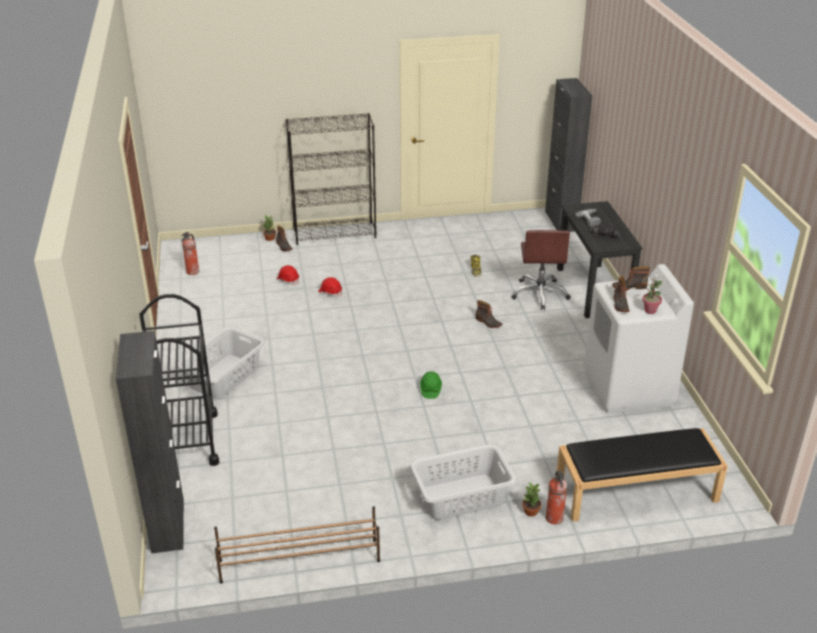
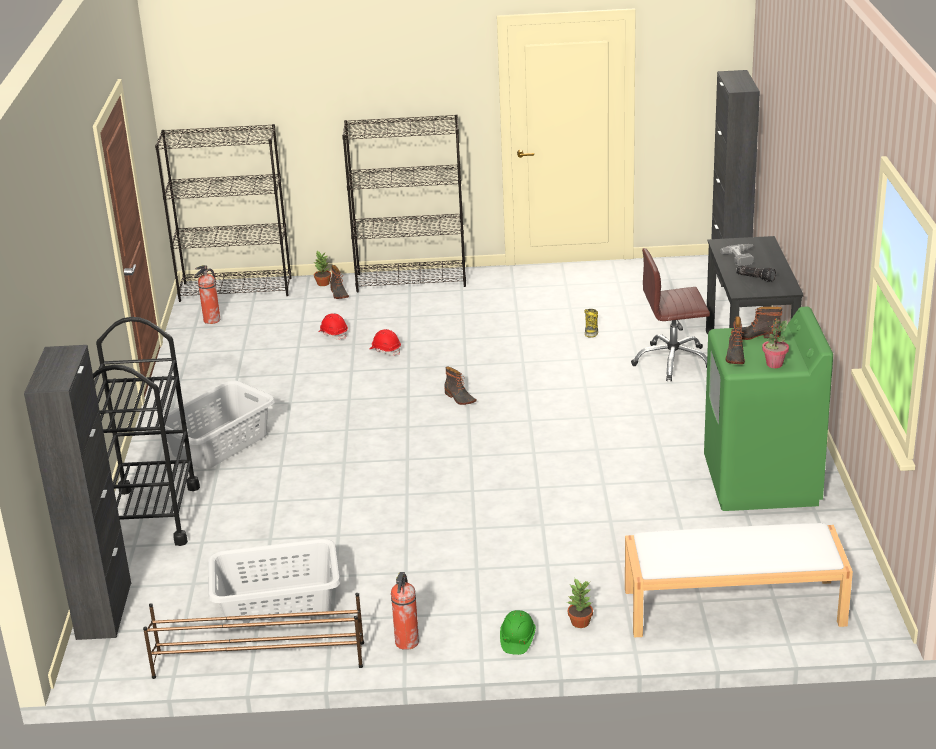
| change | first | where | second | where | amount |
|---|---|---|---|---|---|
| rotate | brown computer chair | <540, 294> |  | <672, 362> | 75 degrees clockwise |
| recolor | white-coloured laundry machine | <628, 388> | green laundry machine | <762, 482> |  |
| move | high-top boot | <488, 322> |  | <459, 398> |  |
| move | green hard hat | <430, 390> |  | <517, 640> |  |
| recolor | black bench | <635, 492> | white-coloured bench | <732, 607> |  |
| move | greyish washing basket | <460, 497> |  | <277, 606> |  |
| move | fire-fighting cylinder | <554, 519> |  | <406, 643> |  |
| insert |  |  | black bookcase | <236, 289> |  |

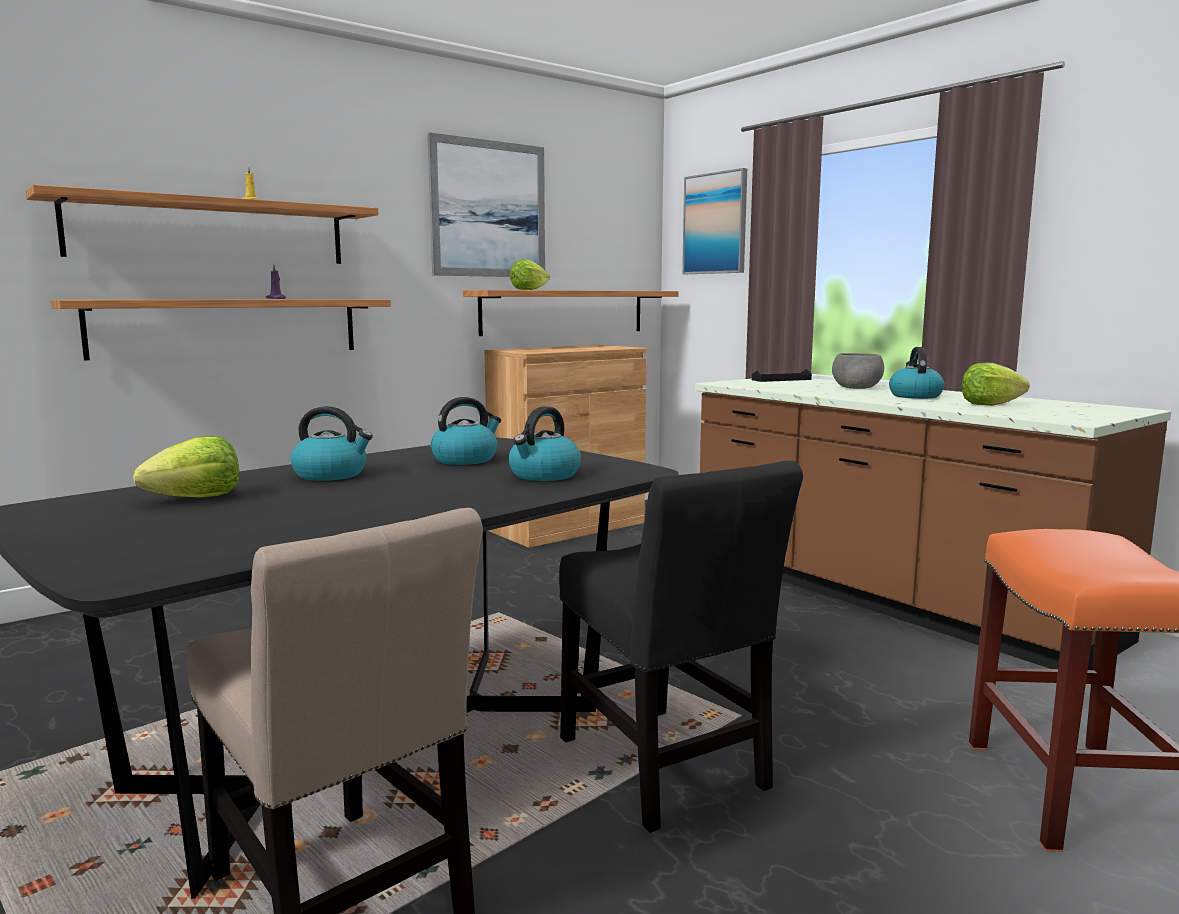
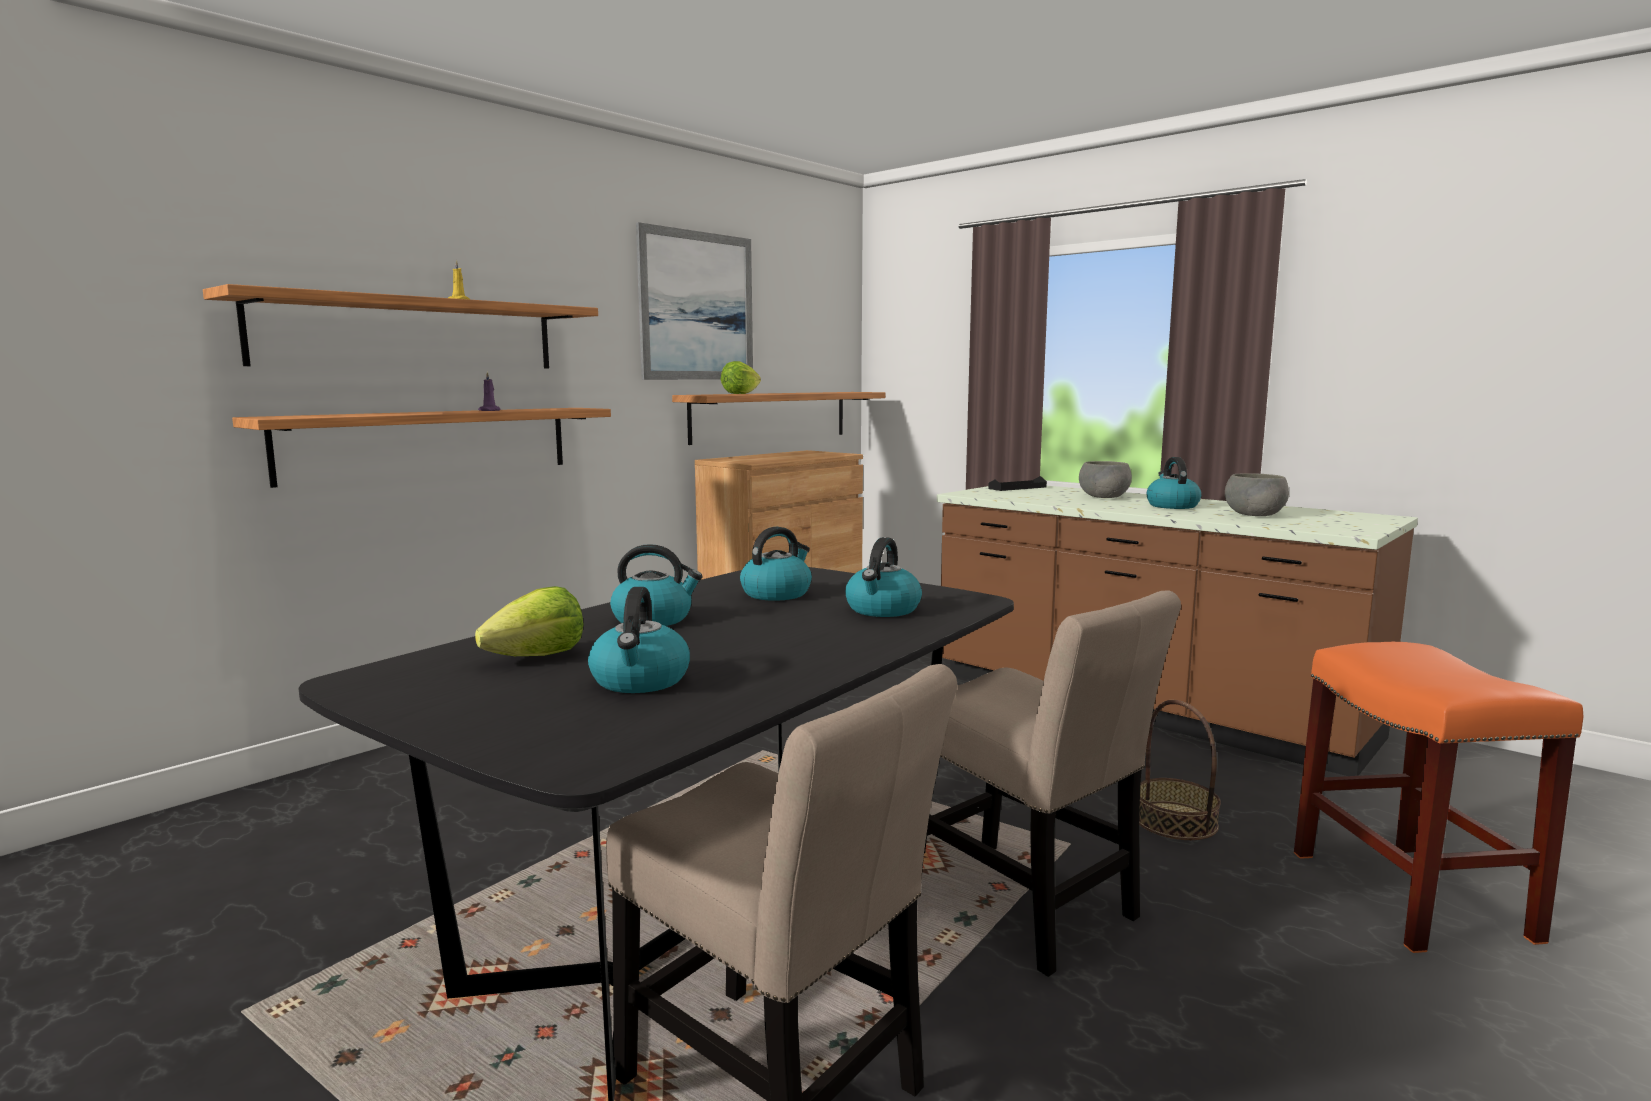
| change | first | where | second | where | amount |
|---|---|---|---|---|---|
| delete | wall picture | <715, 223> |  |  |  |
| replace | lettuce | <990, 404> | greyish deep dish | <1253, 514> |  |
| recolor | black upright chair | <665, 769> | beige upright chair | <1027, 908> |  |
| insert |  |  | water kettle | <640, 681> |  |
| insert |  |  | storage basket | <1175, 821> |  |

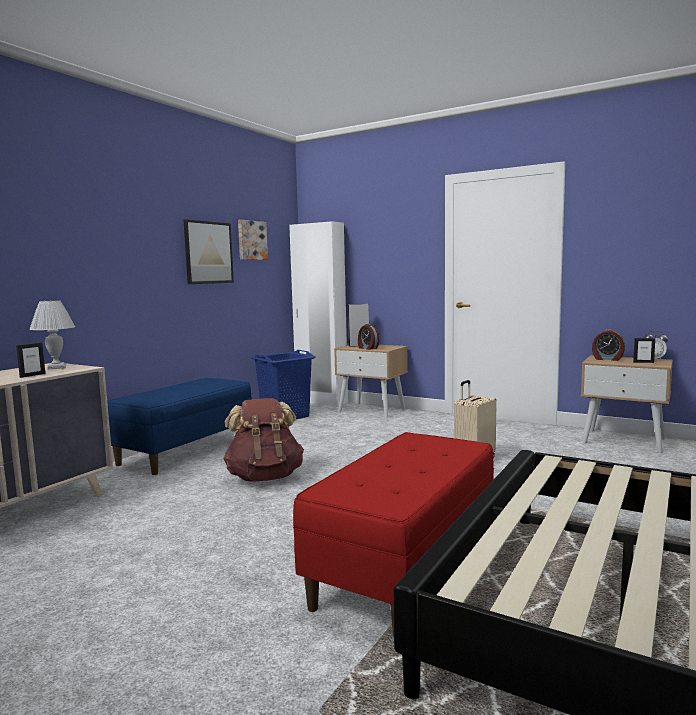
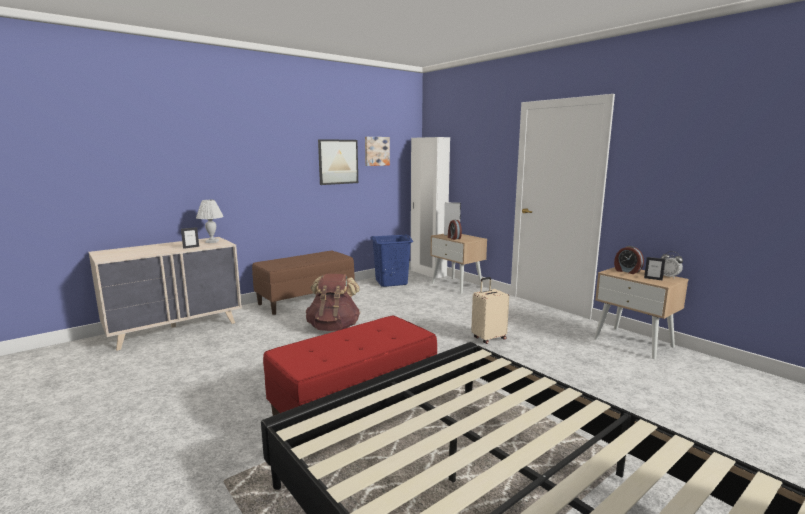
| change | first | where | second | where | amount |
|---|---|---|---|---|---|
| recolor | blue bench | <186, 450> | brown bench | <306, 300> |  |

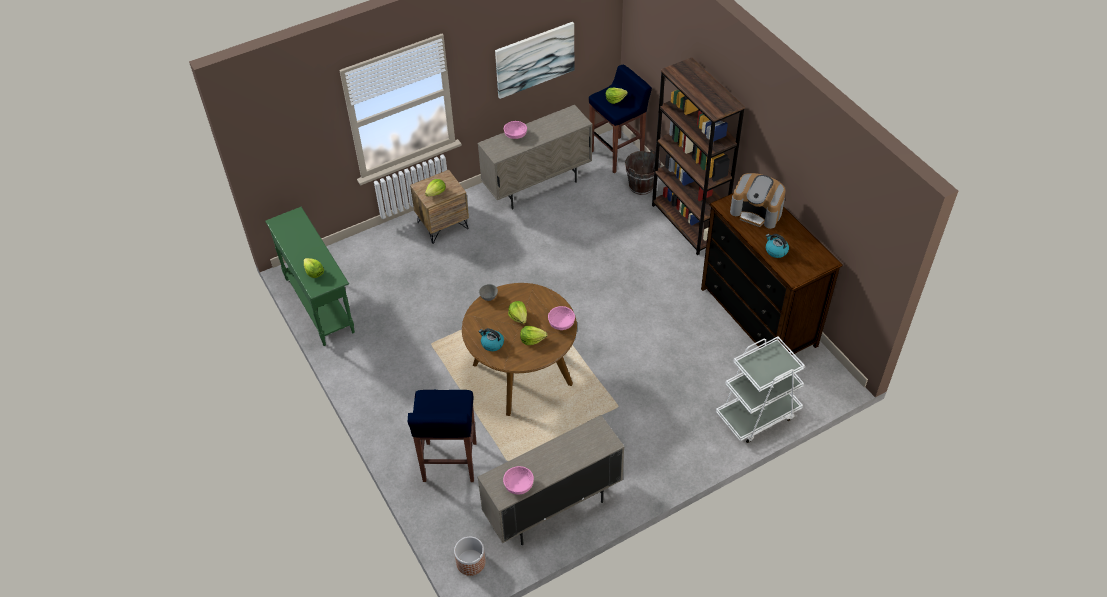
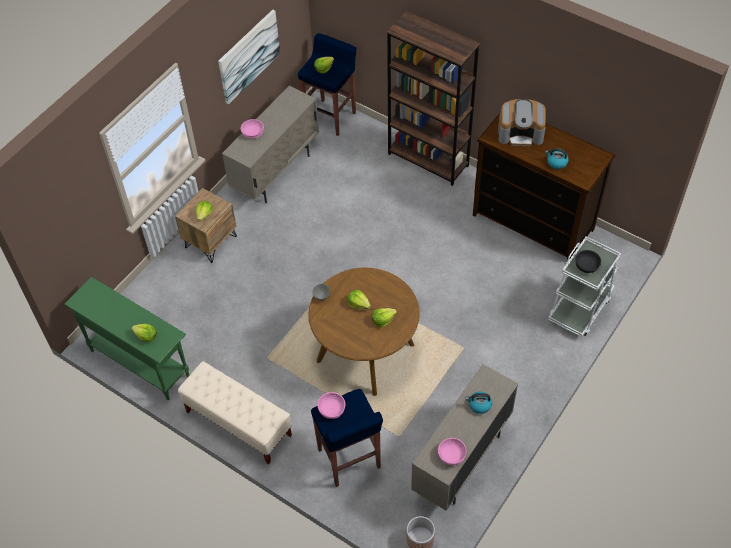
| change | first | where | second | where | amount |
|---|---|---|---|---|---|
| delete | brown pail | <641, 186> |  |  |  |
| move | pink-coloured deep dish | <561, 323> |  | <331, 409> |  |
| move | water kettle | <492, 344> |  | <479, 405> |  |
| insert |  |  | black deep dish | <586, 266> |  |
| insert |  |  | beige bench | <238, 424> |  |

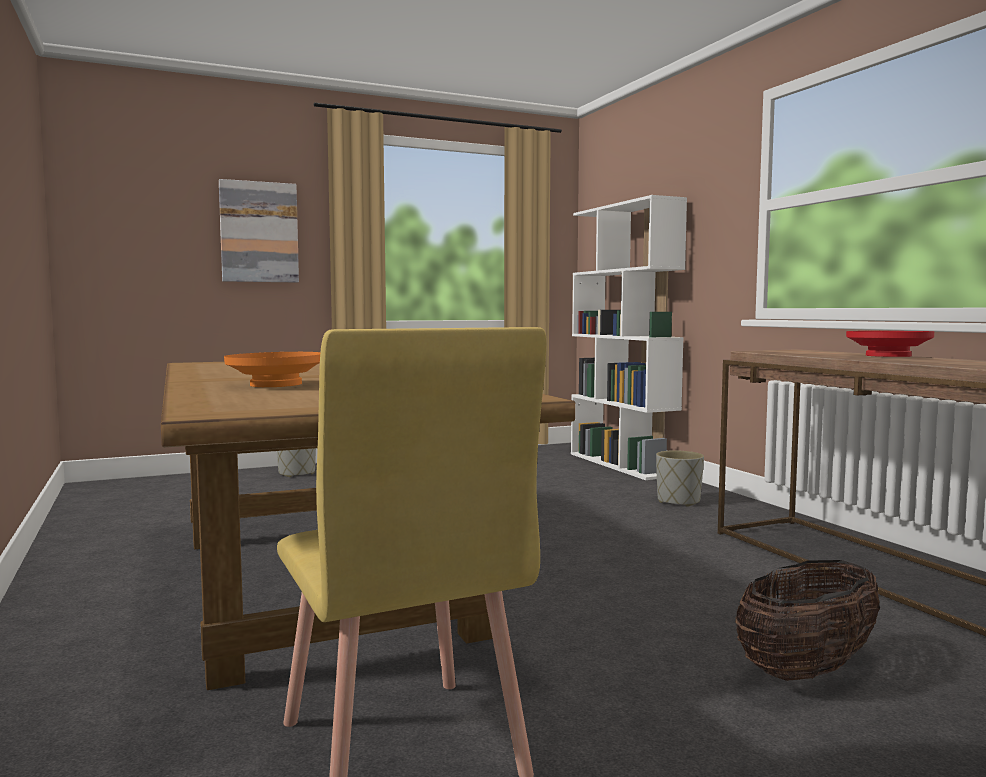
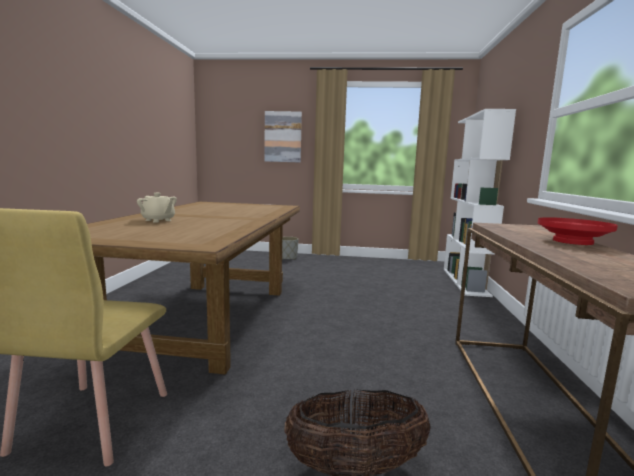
| change | first | where | second | where | amount |
|---|---|---|---|---|---|
| replace | orange-coloured deep dish | <275, 385> | beige teapot | <158, 220> |  |
| delete | greyish planter | <679, 501> |  |  |  |

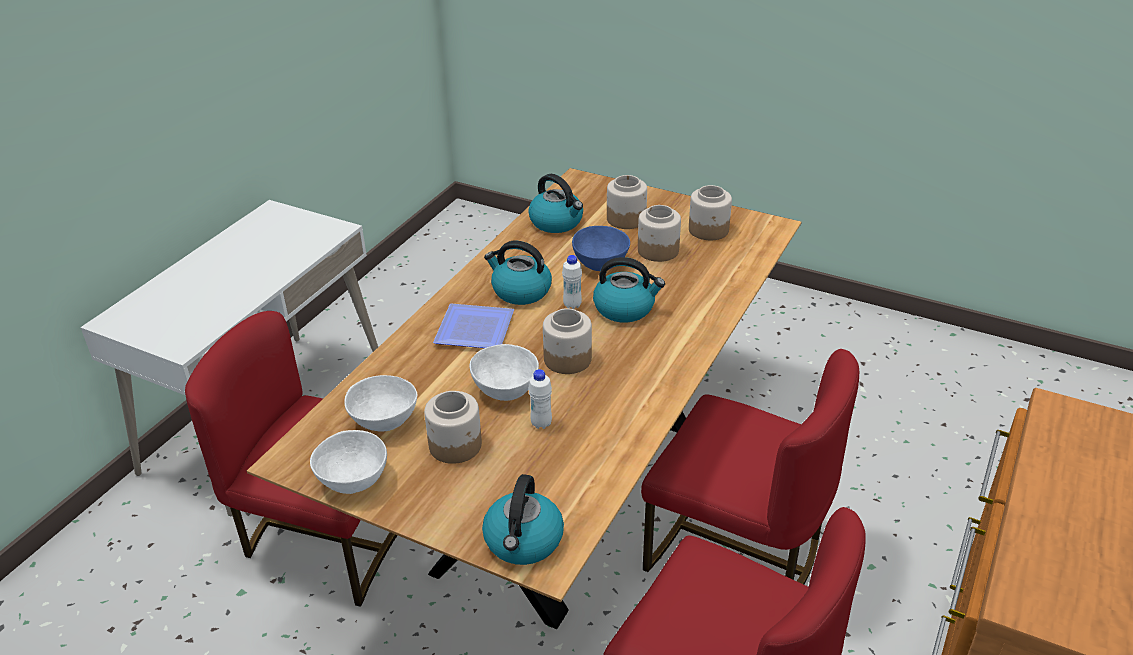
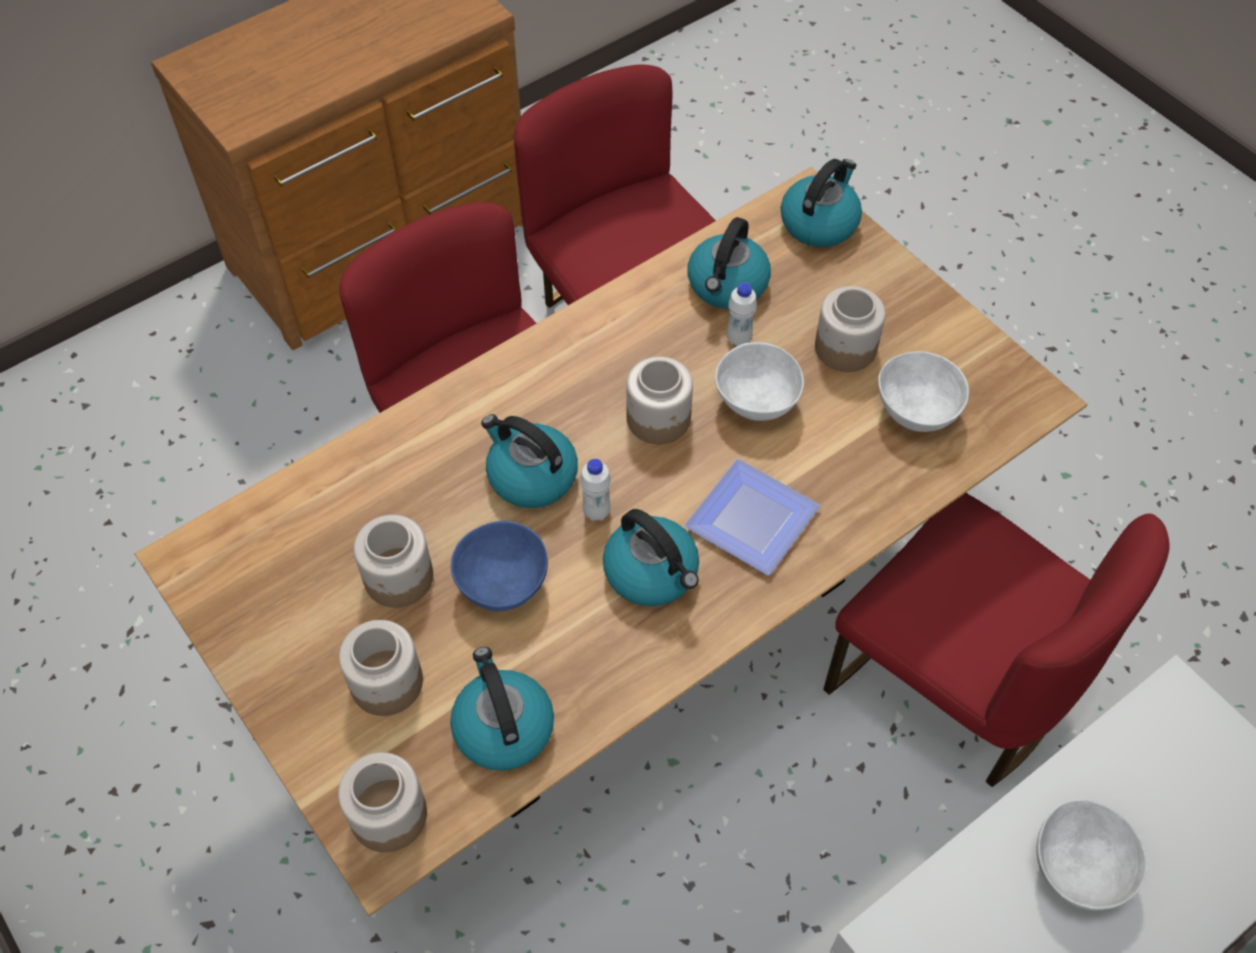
| change | first | where | second | where | amount |
|---|---|---|---|---|---|
| move | preserve jar | <709, 230> |  | <388, 814> |  |
| move | white-coloured deep dish | <353, 482> |  | <1079, 867> |  |
| insert |  |  | water kettle | <727, 285> |  |

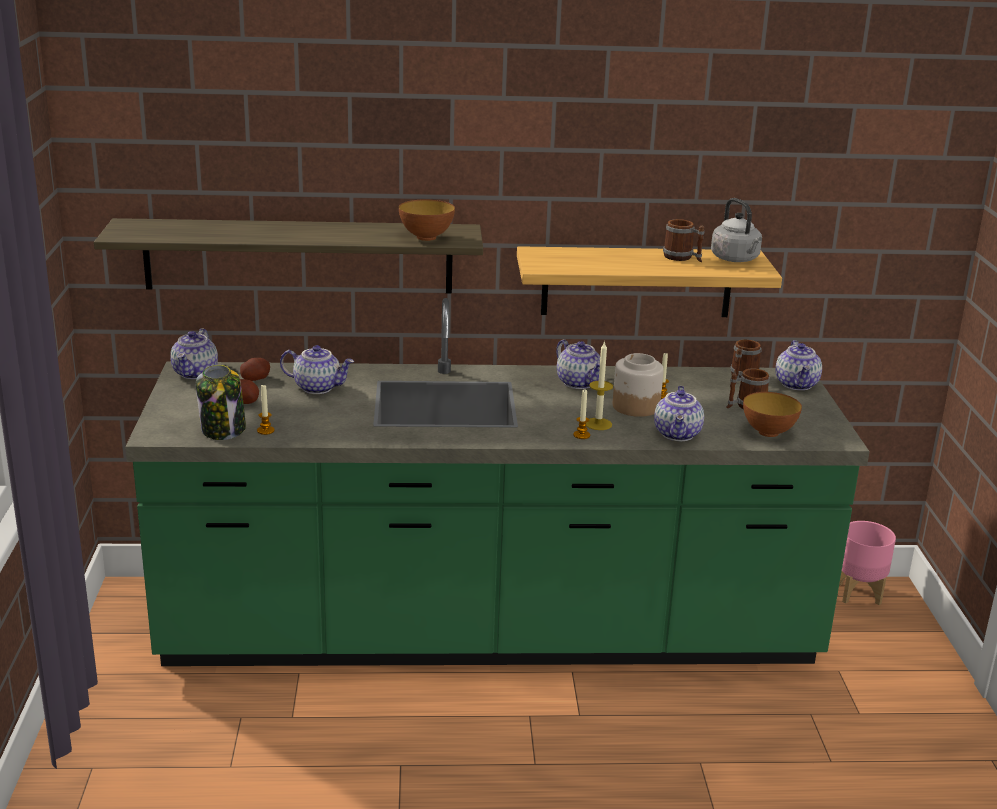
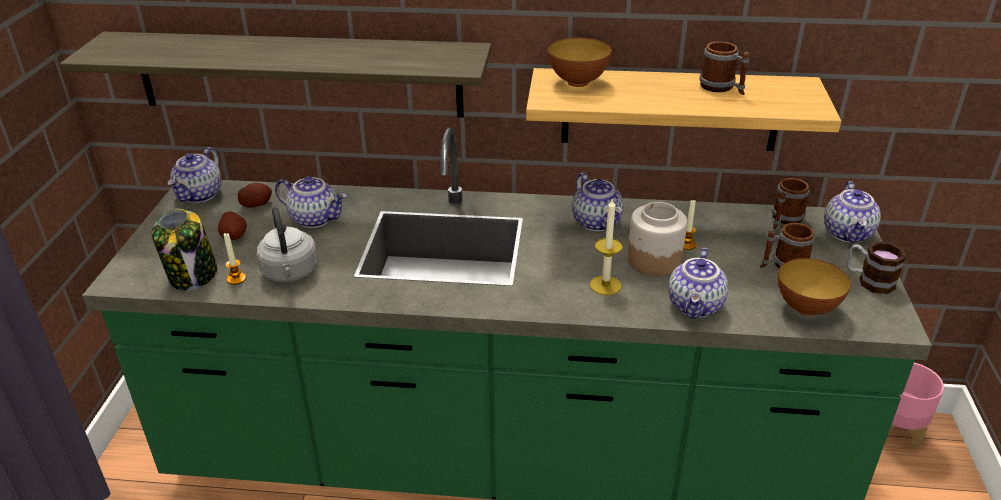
| change | first | where | second | where | amount |
|---|---|---|---|---|---|
| move | greyish water kettle | <736, 259> |  | <290, 273> |  |
| move | deep dish | <426, 237> |  | <578, 82> |  |
| delete | wax candle | <581, 435> |  |  |  |
| insert |  |  | coffee mug | <869, 280> |  |

